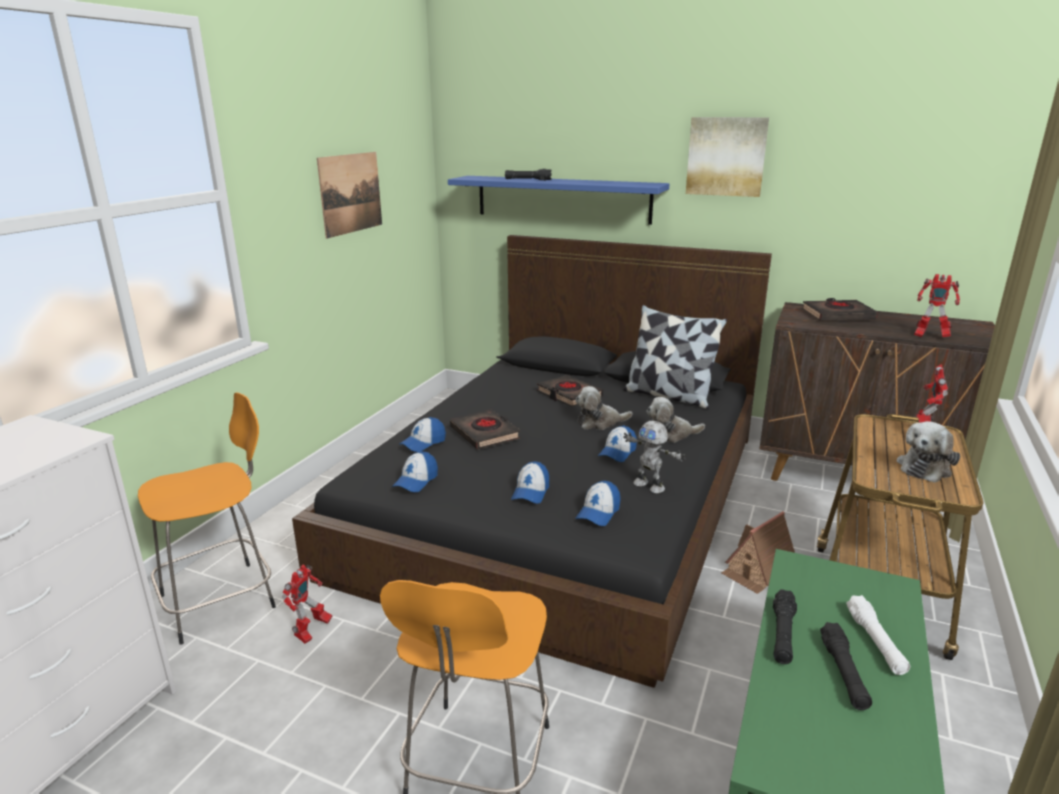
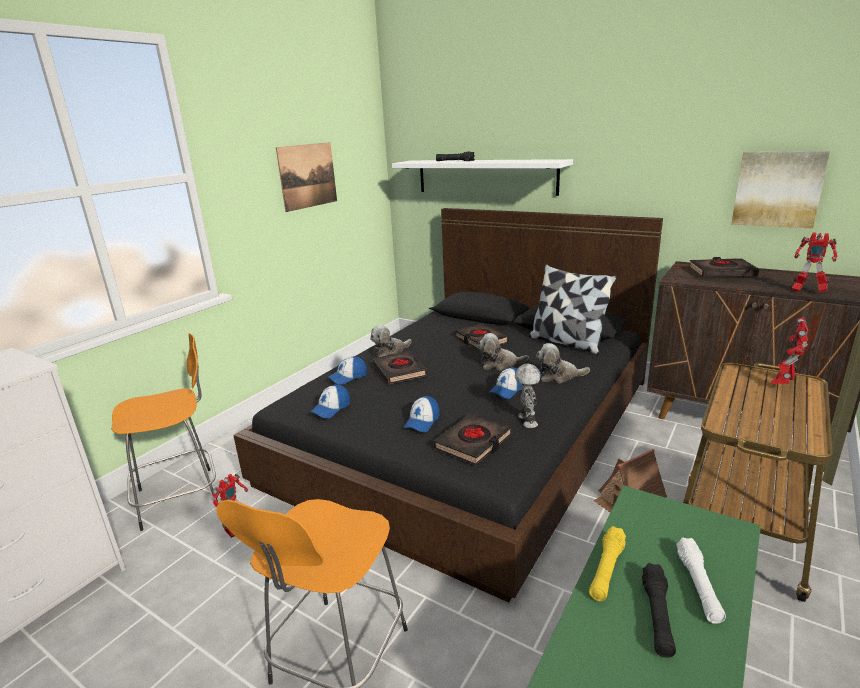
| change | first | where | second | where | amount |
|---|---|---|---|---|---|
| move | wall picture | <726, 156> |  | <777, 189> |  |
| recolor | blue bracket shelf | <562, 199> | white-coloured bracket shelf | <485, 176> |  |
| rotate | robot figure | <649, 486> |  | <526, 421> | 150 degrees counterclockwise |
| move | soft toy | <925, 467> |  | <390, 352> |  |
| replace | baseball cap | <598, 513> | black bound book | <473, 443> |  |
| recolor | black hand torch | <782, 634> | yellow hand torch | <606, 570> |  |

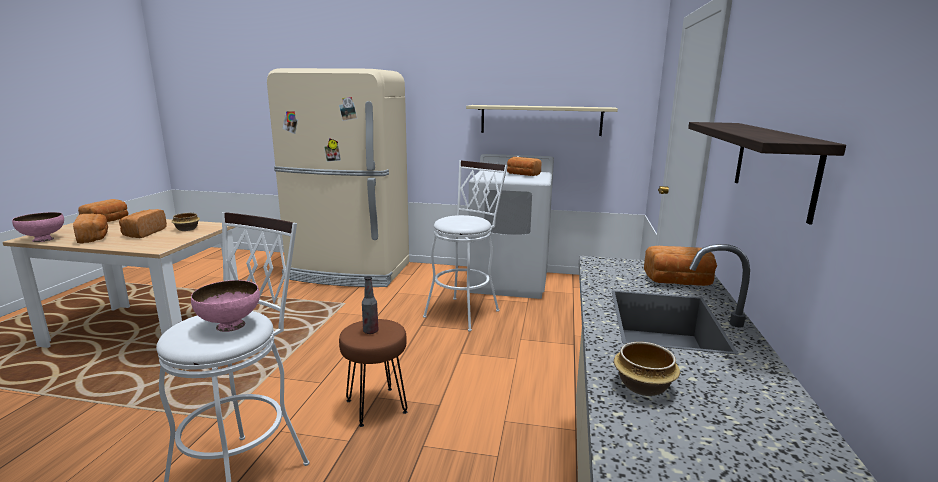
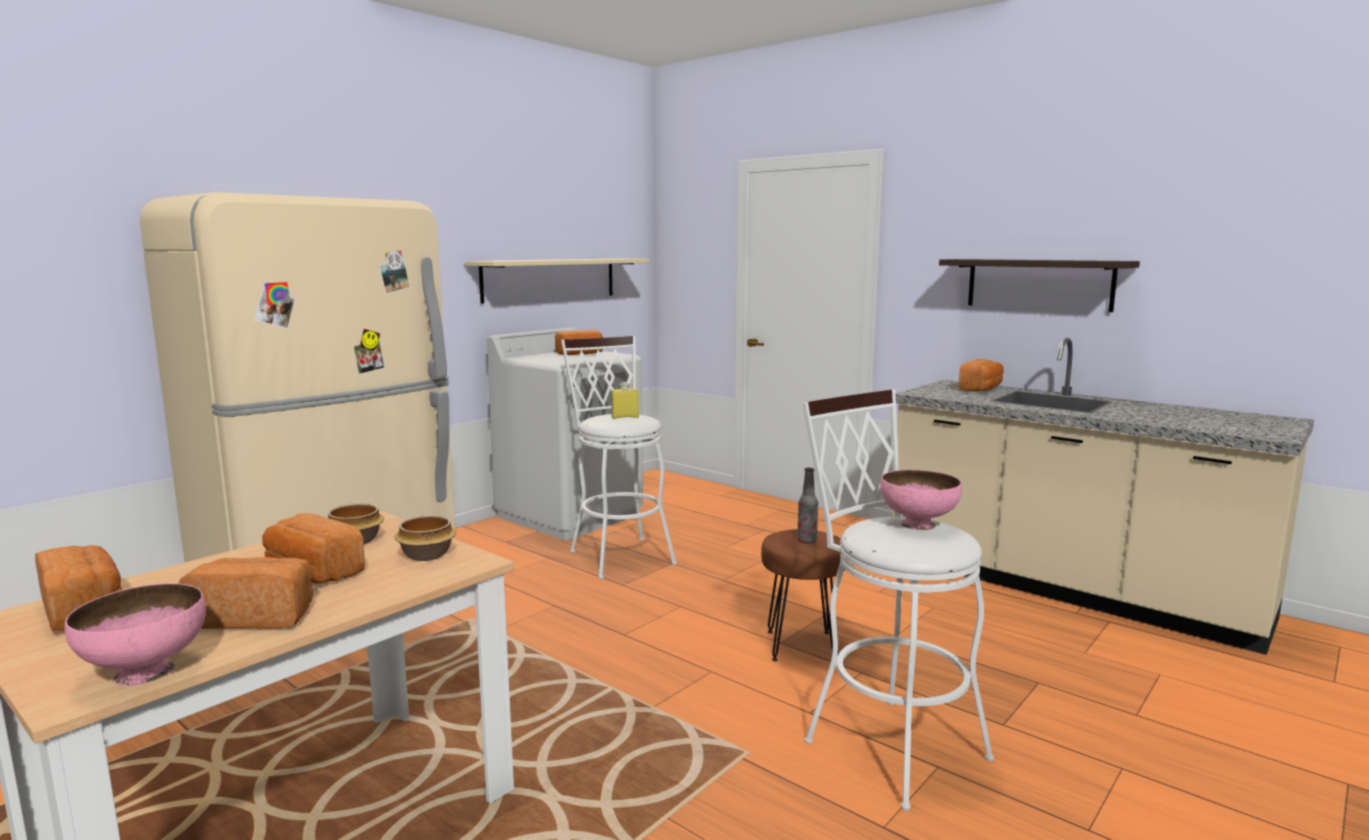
| change | first | where | second | where | amount |
|---|---|---|---|---|---|
| move | deep dish | <644, 386> |  | <427, 555> |  |
| insert |  |  | yellow beverage bottle | <625, 417> |  |

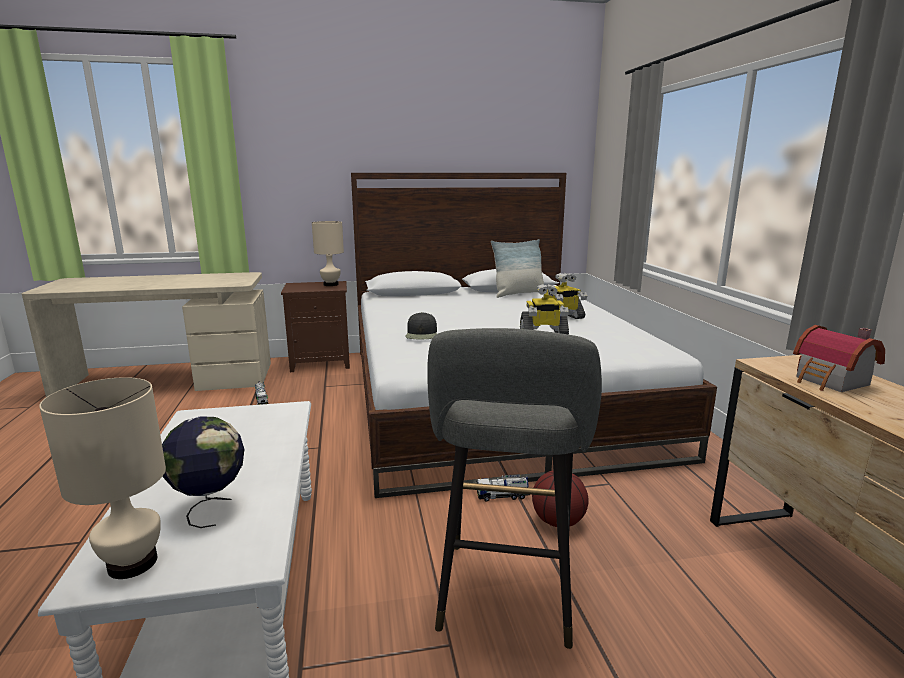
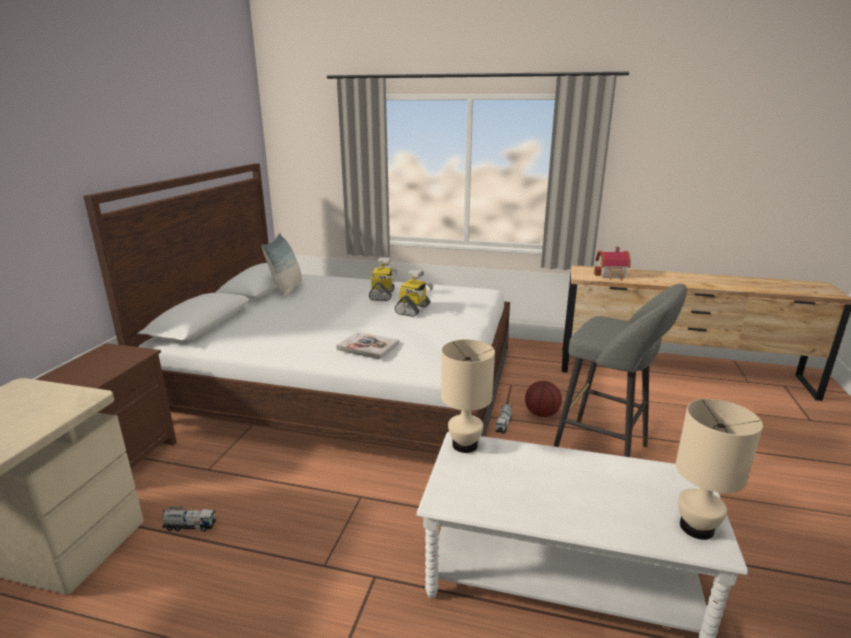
| change | first | where | second | where | amount |
|---|---|---|---|---|---|
| move | beige lamp for a table | <330, 284> |  | <464, 445> |  |
| replace | black baseball cap | <422, 334> | bound book | <368, 347> |  |
| delete | desk globe | <210, 508> |  |  |  |

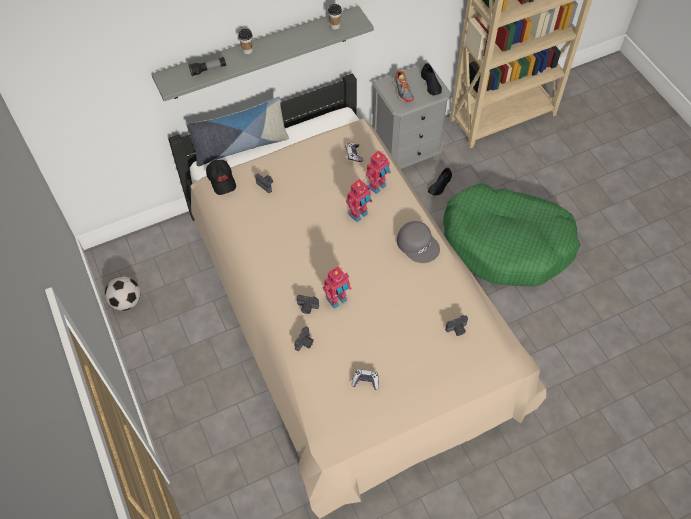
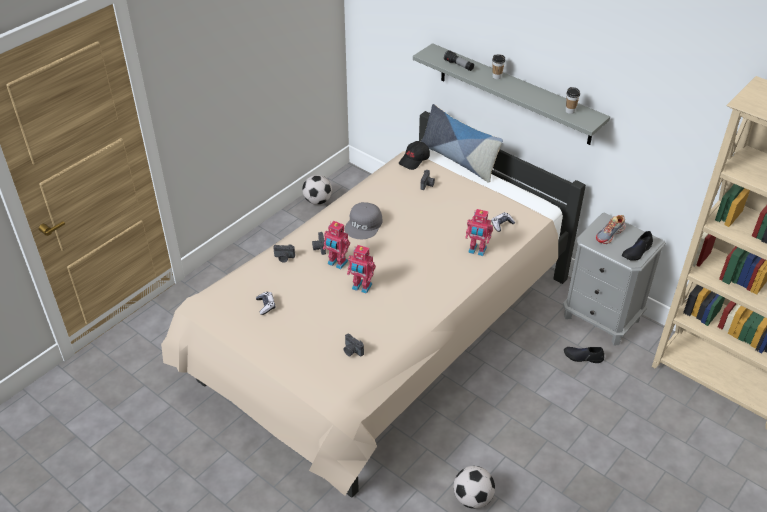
| change | first | where | second | where | amount |
|---|---|---|---|---|---|
| move | robot figure | <359, 215> |  | <361, 287> |  |
| delete | green dog bed | <506, 244> |  |  |  |
| move | greyish baseball cap | <418, 244> |  | <364, 225> |  |
| insert |  |  | football ball | <472, 498> |  |

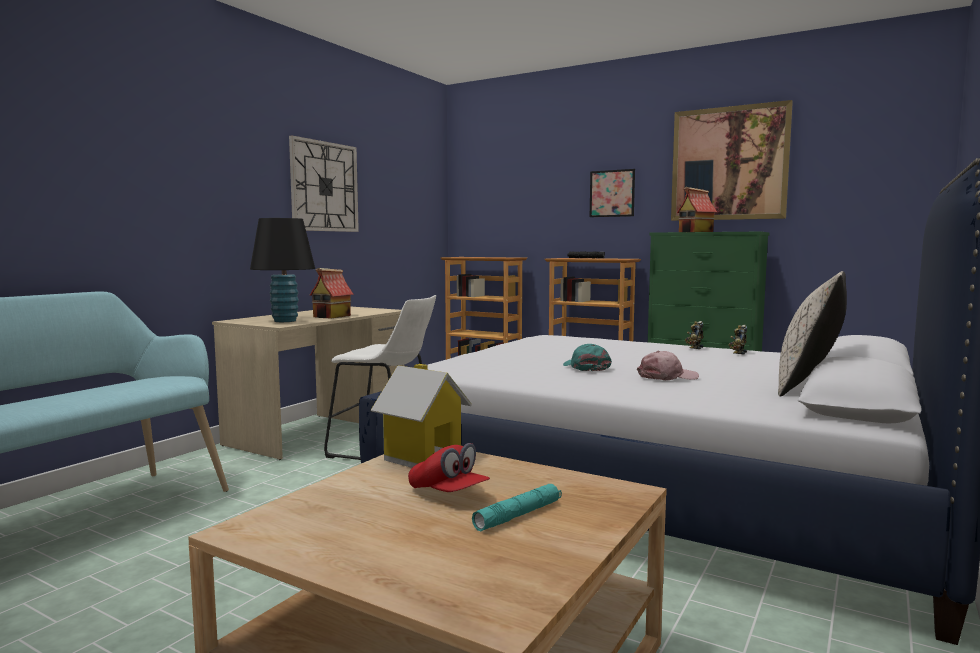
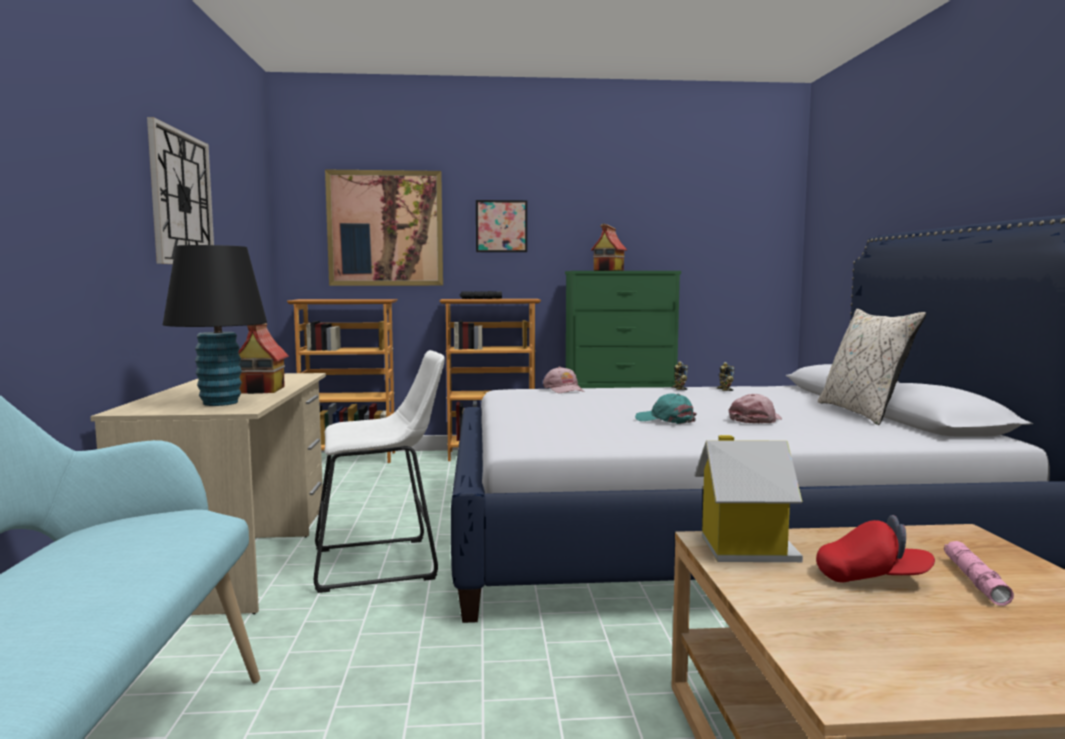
| change | first | where | second | where | amount |
|---|---|---|---|---|---|
| move | wall picture | <729, 164> |  | <385, 228> |  |
| recolor | turquoise hand torch | <518, 515> | pink-coloured hand torch | <975, 580> |  |
| insert |  |  | pink-coloured baseball cap | <564, 389> |  |

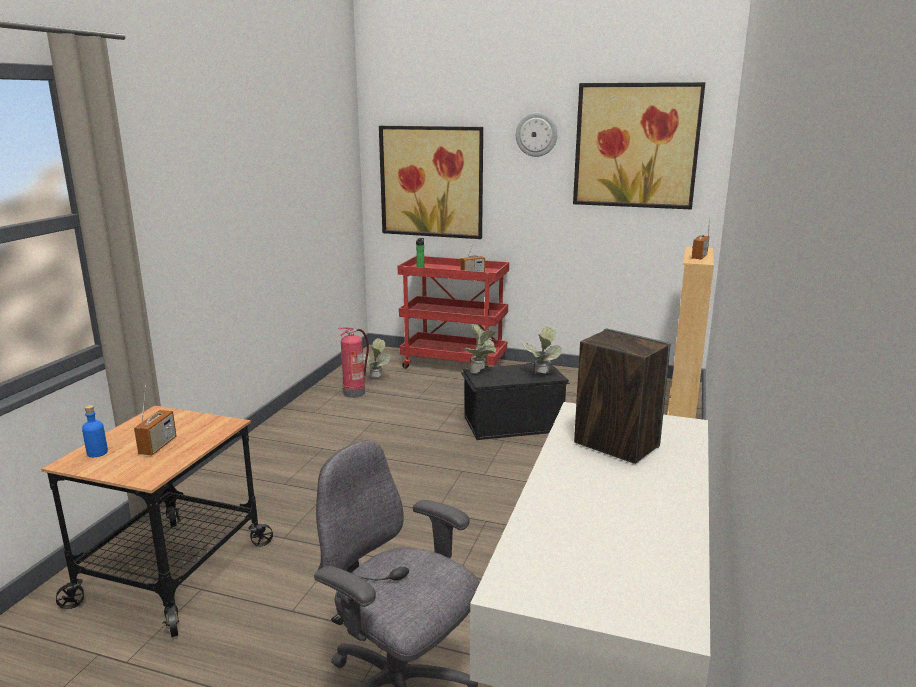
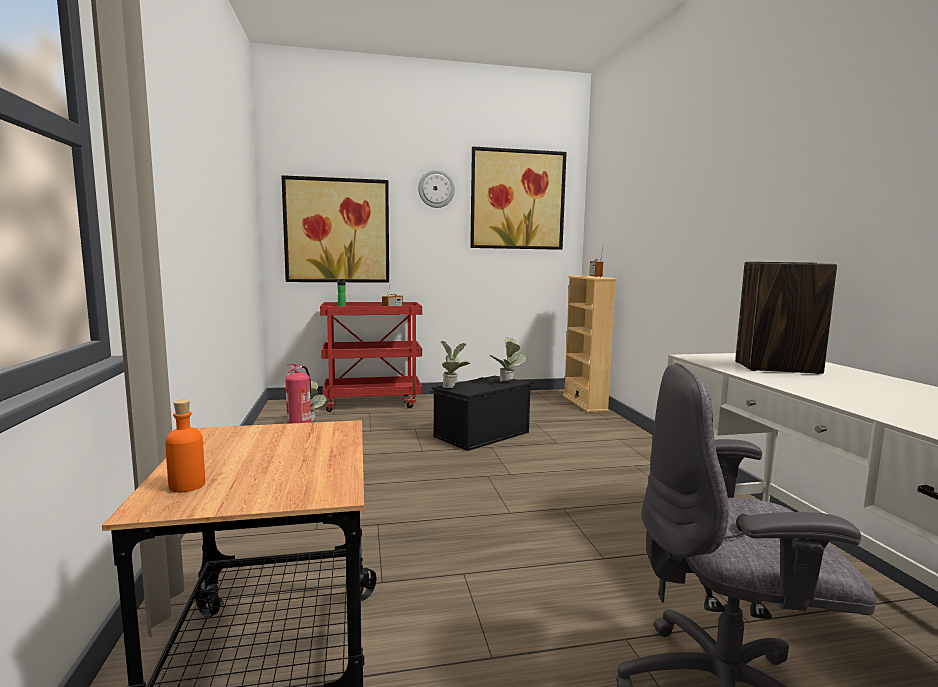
| change | first | where | second | where | amount |
|---|---|---|---|---|---|
| delete | radio | <158, 446> |  |  |  |
| recolor | blue beverage bottle | <97, 453> | orange-coloured beverage bottle | <187, 485> |  |

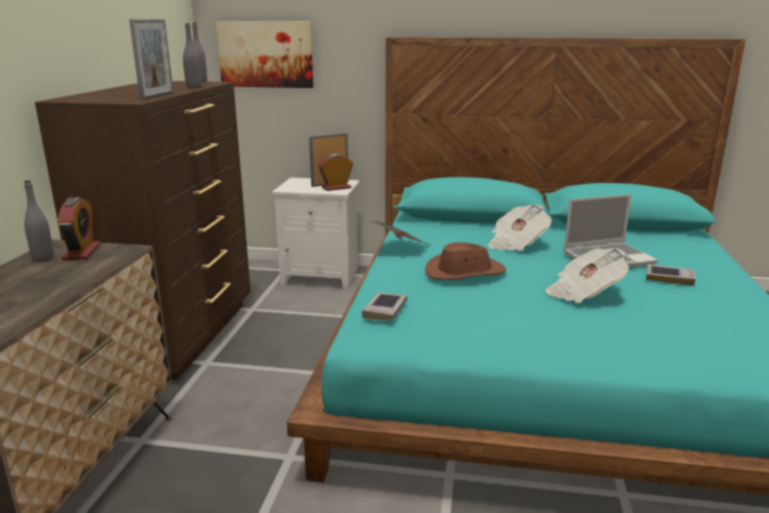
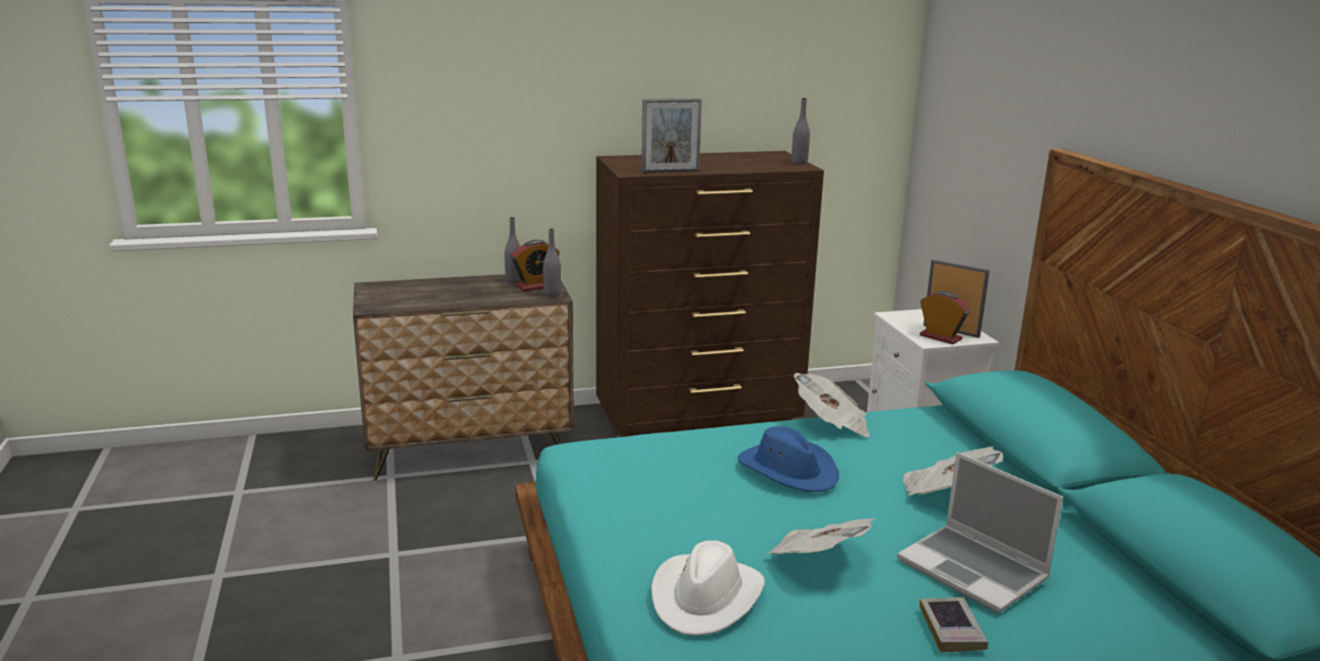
| change | first | where | second | where | amount |
|---|---|---|---|---|---|
| delete | wall picture | <266, 54> |  |  |  |
| move | greyish beverage bottle | <194, 87> |  | <552, 294> |  |
| recolor | brown clothing hat | <464, 272> | blue clothing hat | <788, 470> |  |
| delete | bound book | <385, 310> |  |  |  |
| insert |  |  | white-coloured clothing hat | <706, 597> |  |

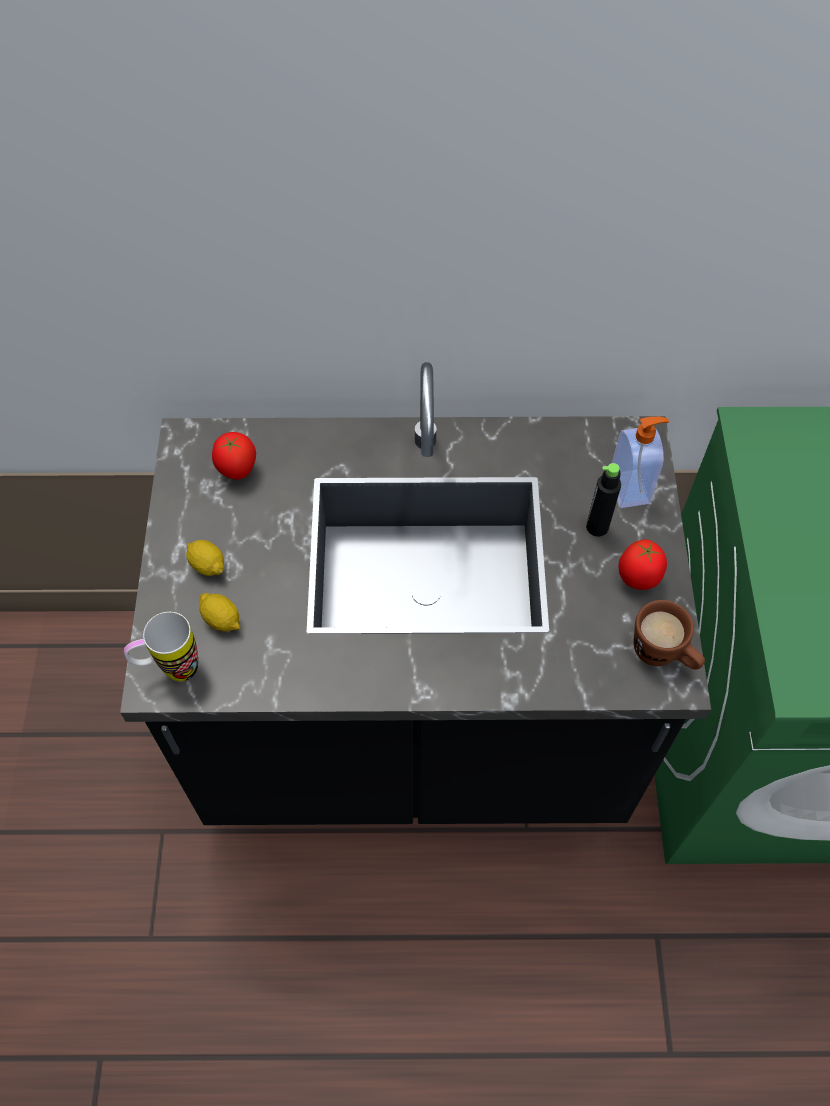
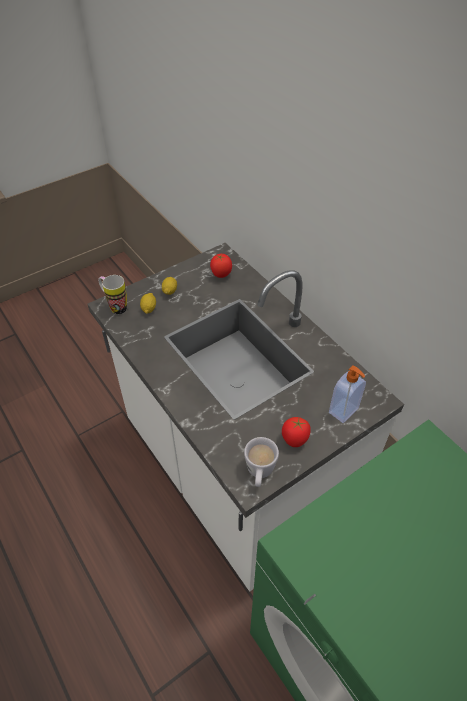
| change | first | where | second | where | amount |
|---|---|---|---|---|---|
| recolor | black counter | <415, 730> | white-coloured counter | <233, 473> |  |
| delete | black beverage bottle | <597, 527> |  |  |  |
| recolor | brown coffee mug | <663, 655> | white-coloured coffee mug | <259, 473> |  |

